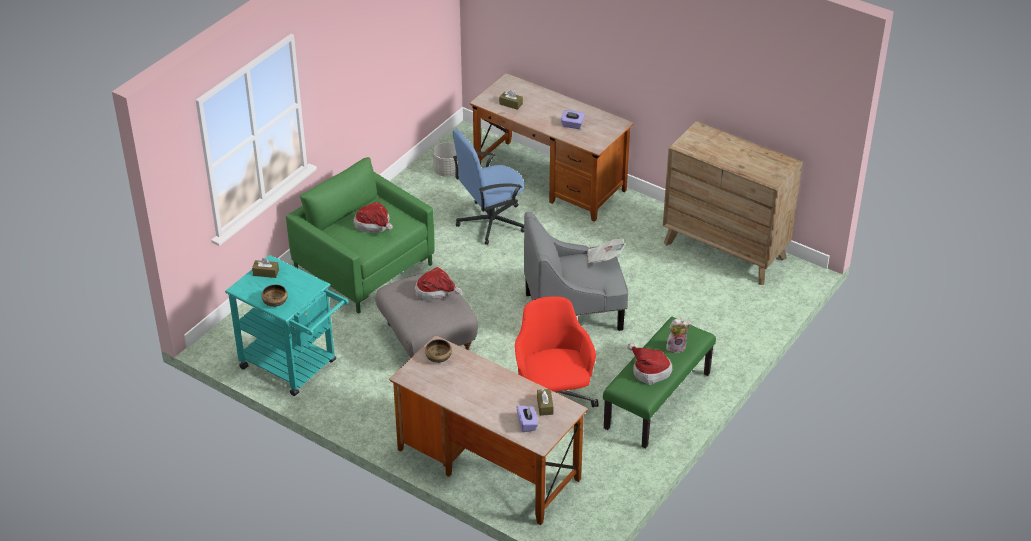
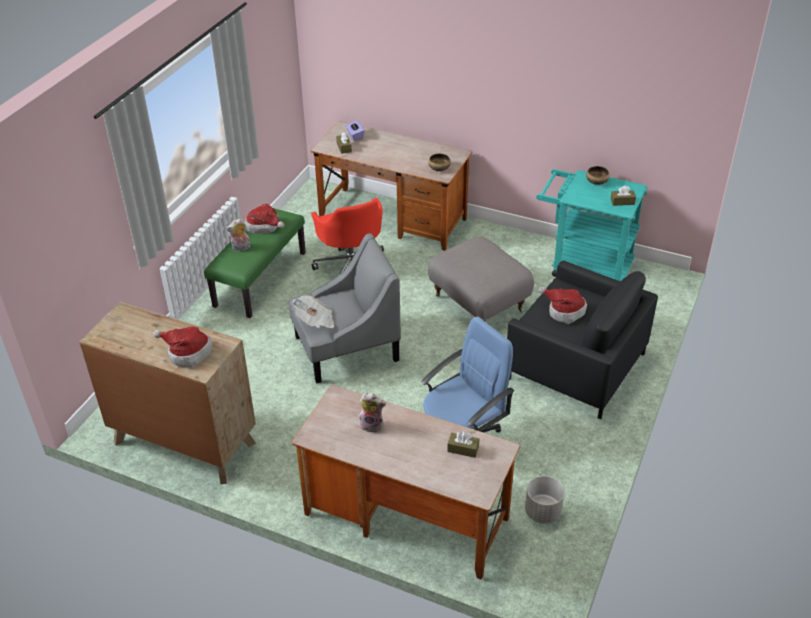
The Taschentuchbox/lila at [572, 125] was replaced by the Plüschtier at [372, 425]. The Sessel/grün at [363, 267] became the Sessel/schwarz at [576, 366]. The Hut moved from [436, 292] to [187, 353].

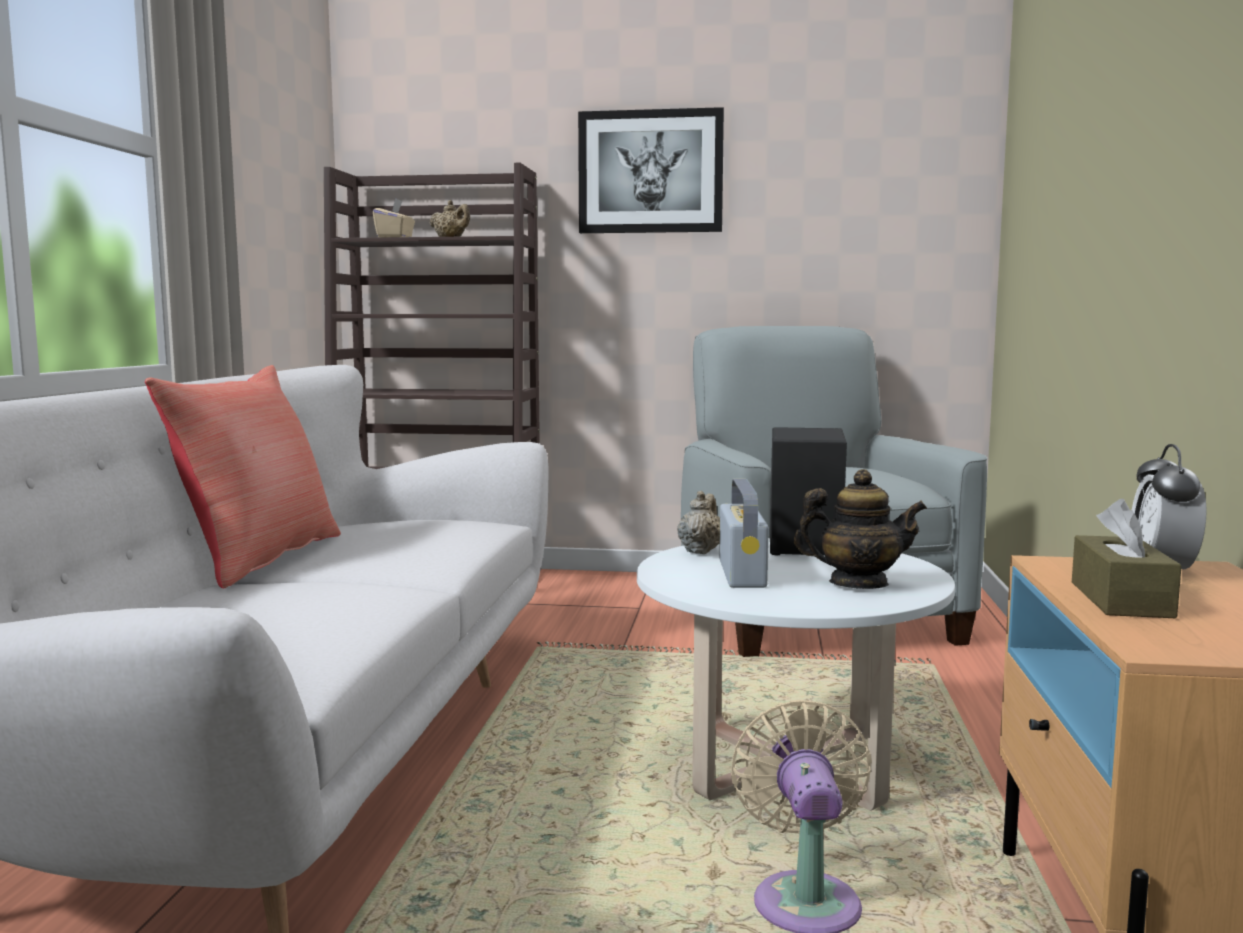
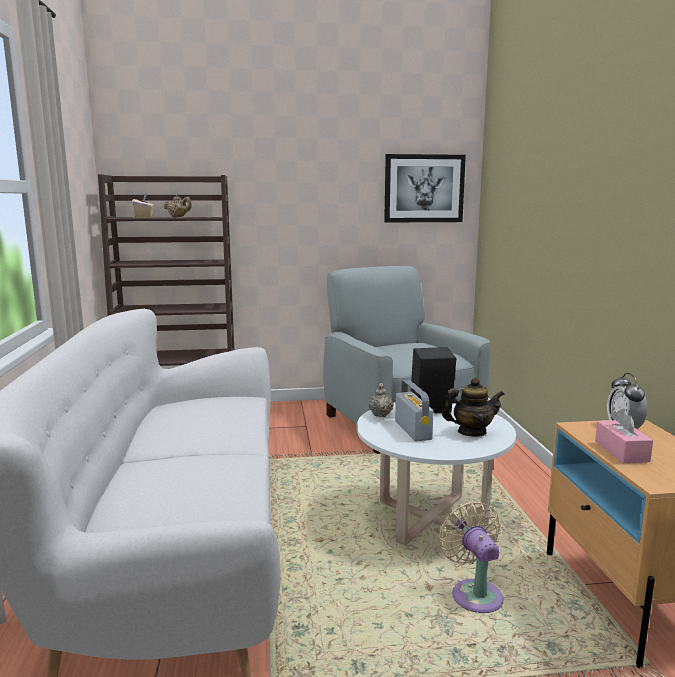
The Bild moved from [650, 172] to [424, 188]. The Kissen/rot at [258, 558] disappeared. The Taschentuchbox/braun at [1121, 599] became the Taschentuchbox/rosa at [621, 451].

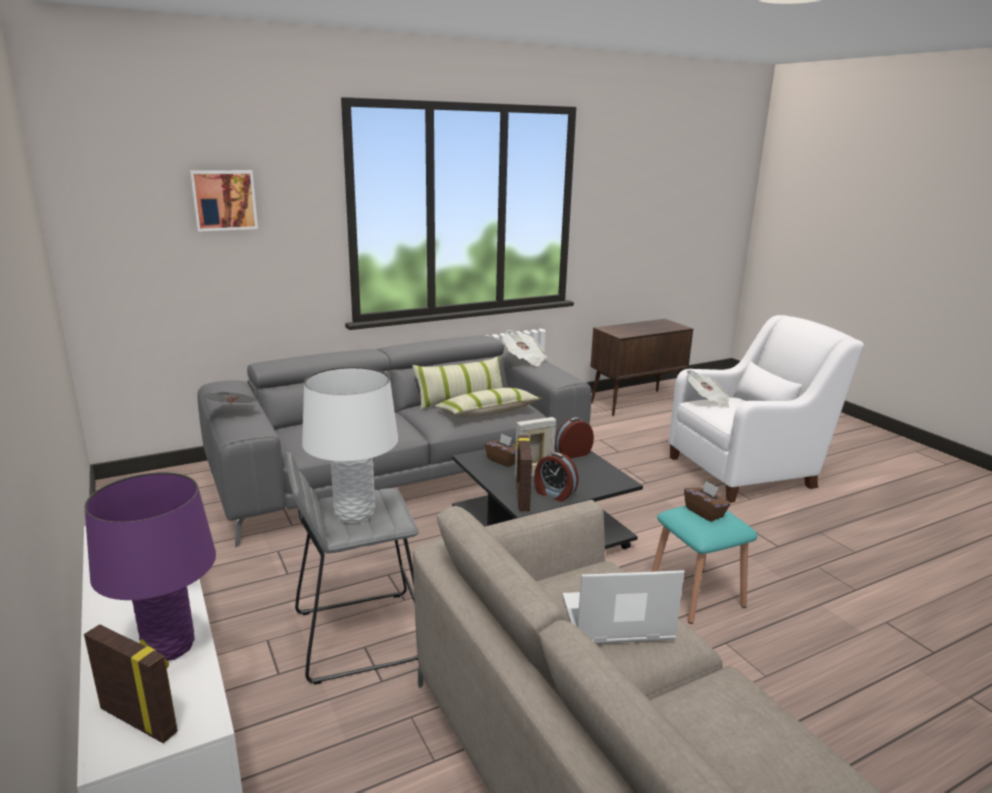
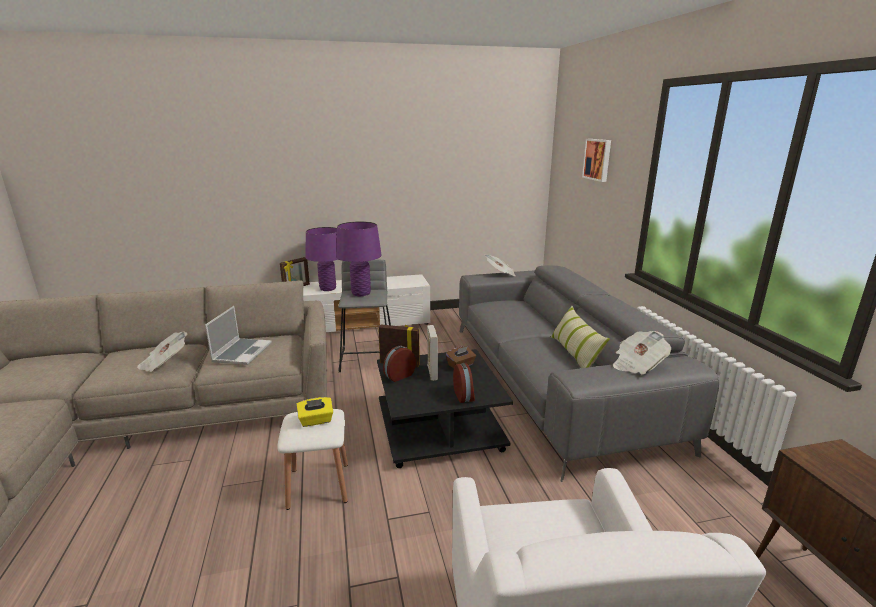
The Tischlampe/weiß at [354, 514] became the Tischlampe/lila at [361, 293]. The Zeitung moved from [707, 400] to [164, 363]. The Kissen at [487, 413] disappeared. The Taschentuchbox/braun at [705, 512] became the Taschentuchbox/gelb at [316, 421]. The Hocker/türkis at [696, 595] became the Hocker/weiß at [318, 485].

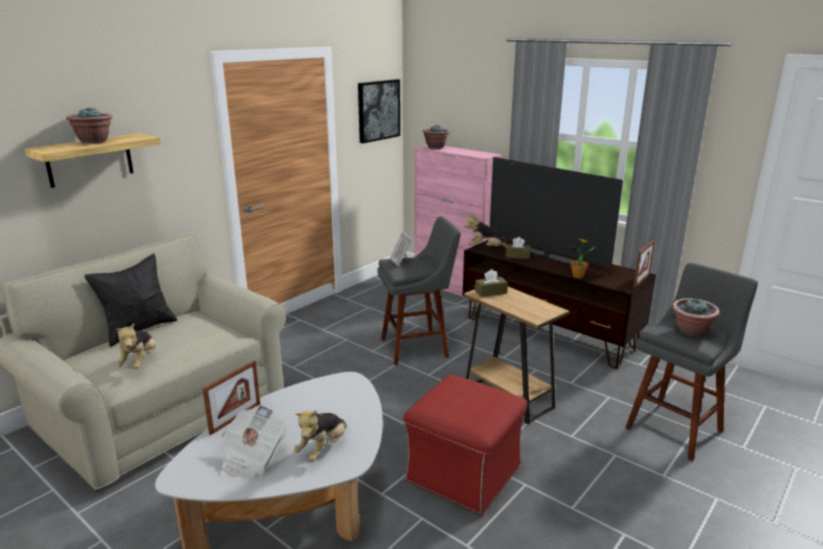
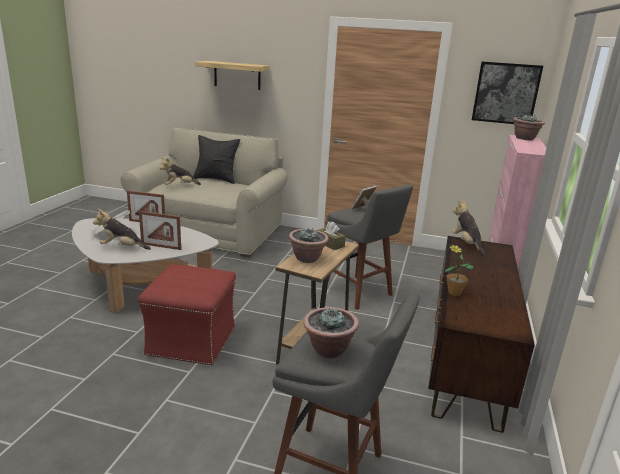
The Topfpflanze moved from [94, 142] to [307, 258]. The Fernseher at [546, 255] disappeared. The Taschentuchbox/braun at [517, 256] disappeared. The Bilderrahmen moved from [641, 280] to [161, 246].

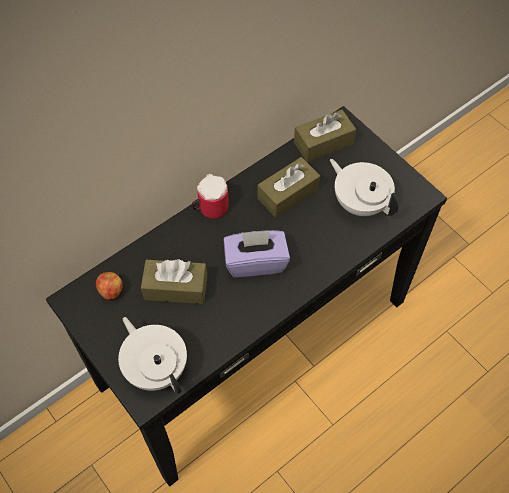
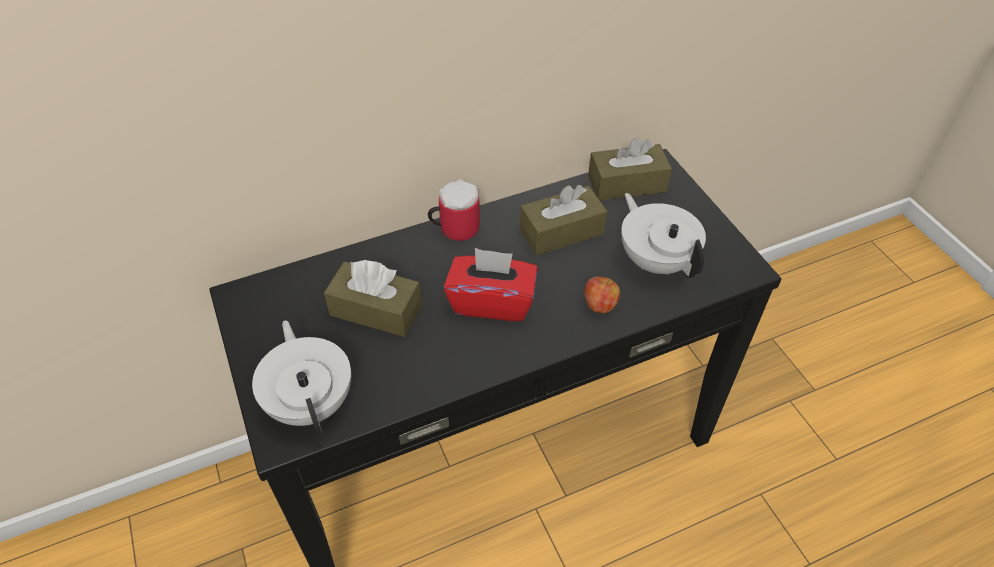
The Taschentuchbox/lila at [256, 262] became the Taschentuchbox/rot at [492, 302]. The Apfel moved from [111, 291] to [599, 305].

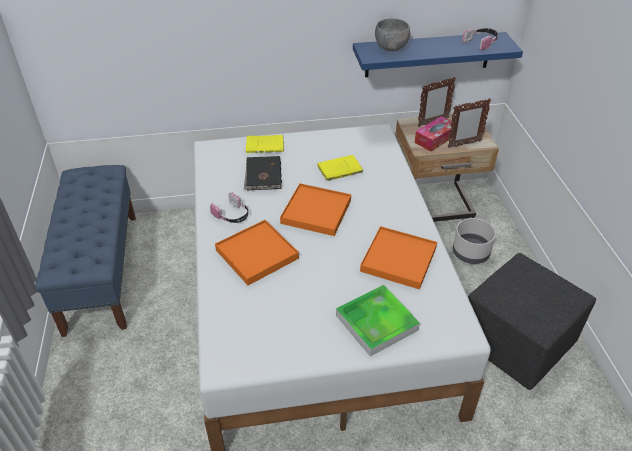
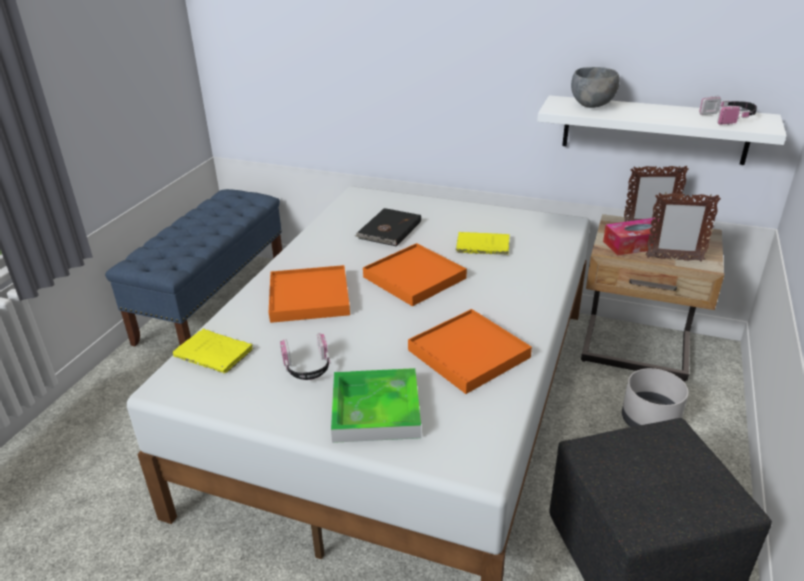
The Wandregal/blau at [428, 54] became the Wandregal/weiß at [654, 129]. The Buch/gelb moved from [266, 145] to [215, 354]. The Kopfhörer moved from [232, 215] to [307, 367].

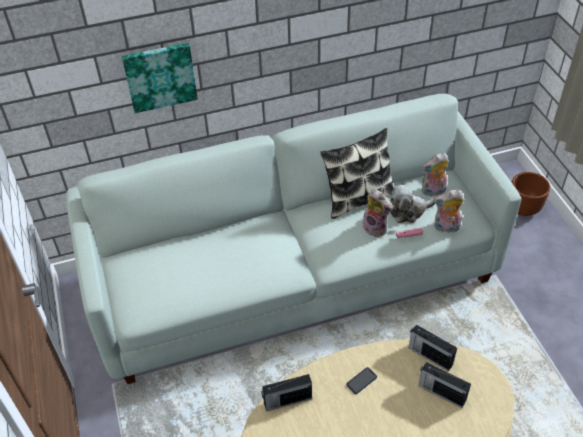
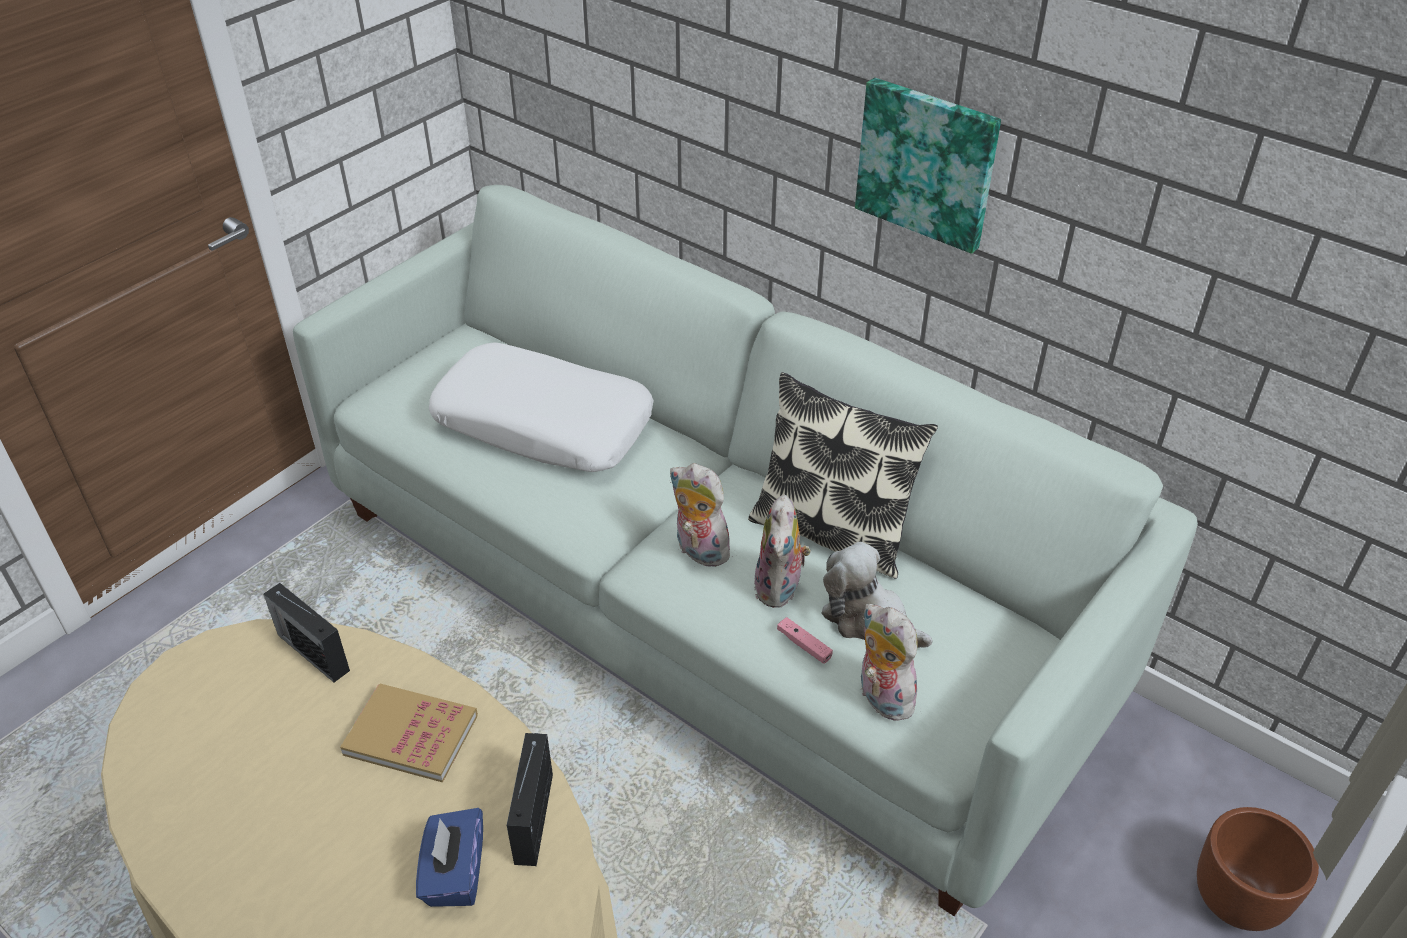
The Bild moved from [160, 76] to [927, 163]. The Plüschtier moved from [433, 192] to [698, 551]. The Radio at [441, 392] was replaced by the Taschentuchbox/blau at [454, 874]. The Handy at [361, 381] was replaced by the Buch at [411, 735]. The Kissen/weiß at [544, 424] appeared.

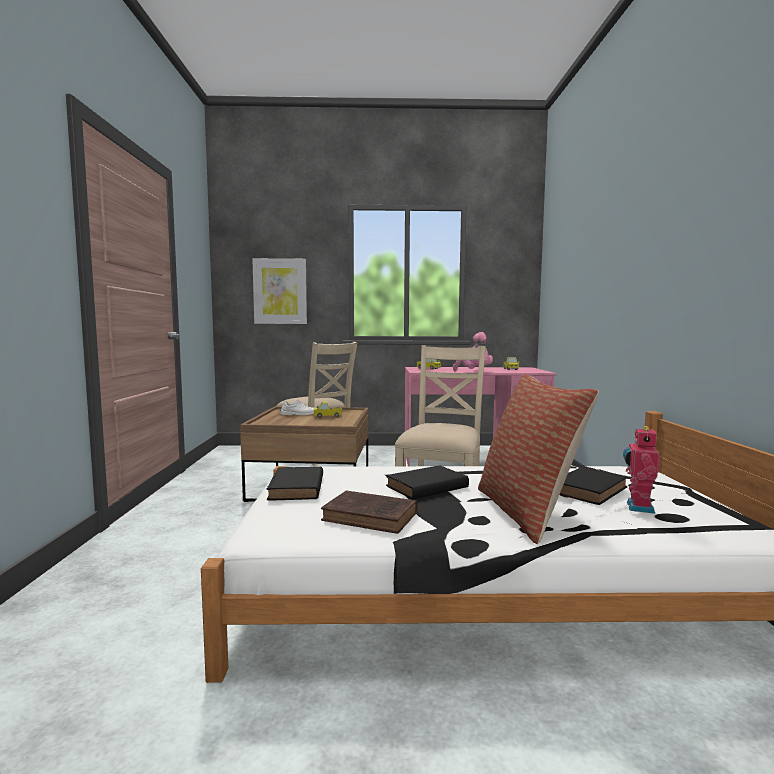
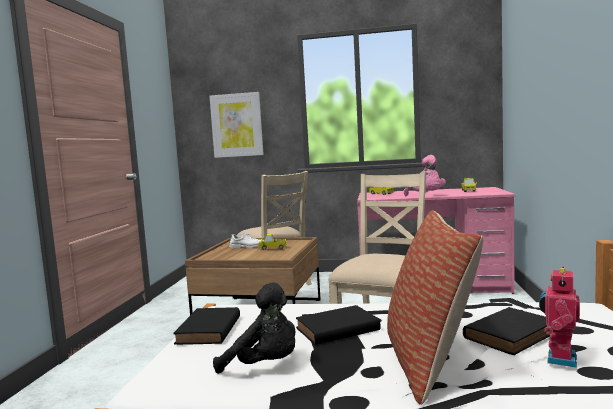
The Buch/braun at [372, 517] was replaced by the Plüschtier/schwarz at [265, 366].

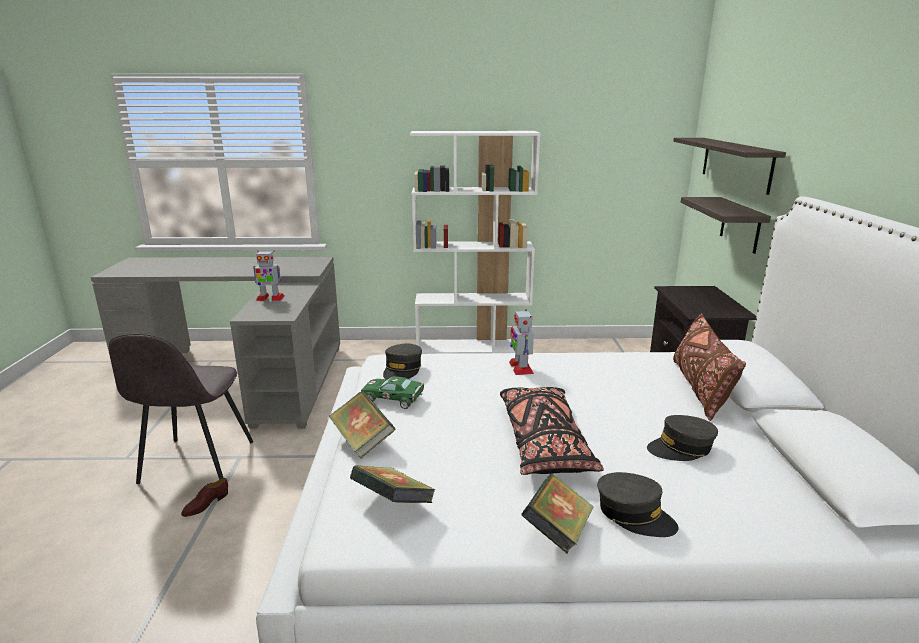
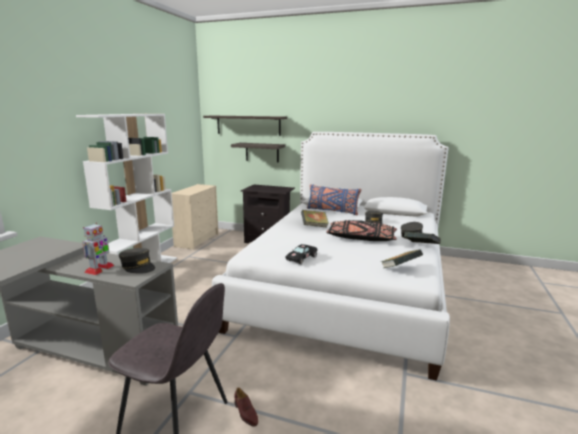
The Spielzeugroboter at [520, 367] disappeared. The Kissen/braun at [700, 388] became the Kissen/blau at [332, 211]. The Kappe/grau moved from [402, 370] to [138, 267]. The Spielzeugauto/grün at [395, 399] became the Spielzeugauto/schwarz at [302, 258]. The Buch moved from [362, 441] to [314, 226]. The Kommode/beige at [197, 240] appeared.

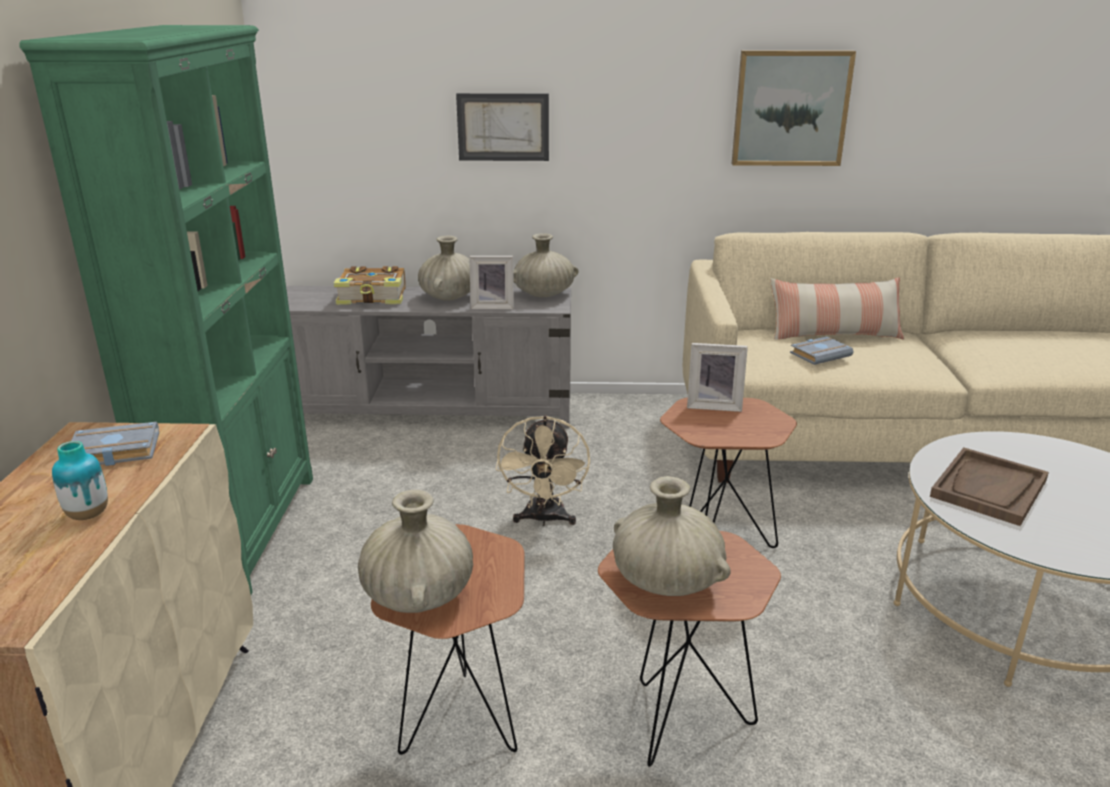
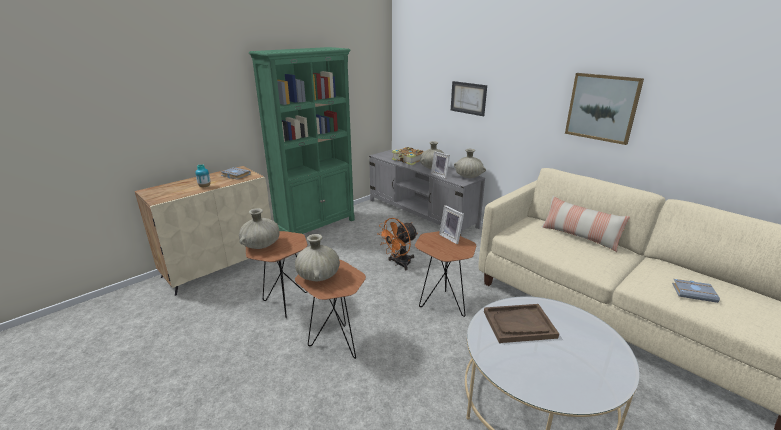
The Buch/grau moved from [820, 354] to [694, 292]. The Ventilator/beige at [544, 519] became the Ventilator/orange at [399, 264].

